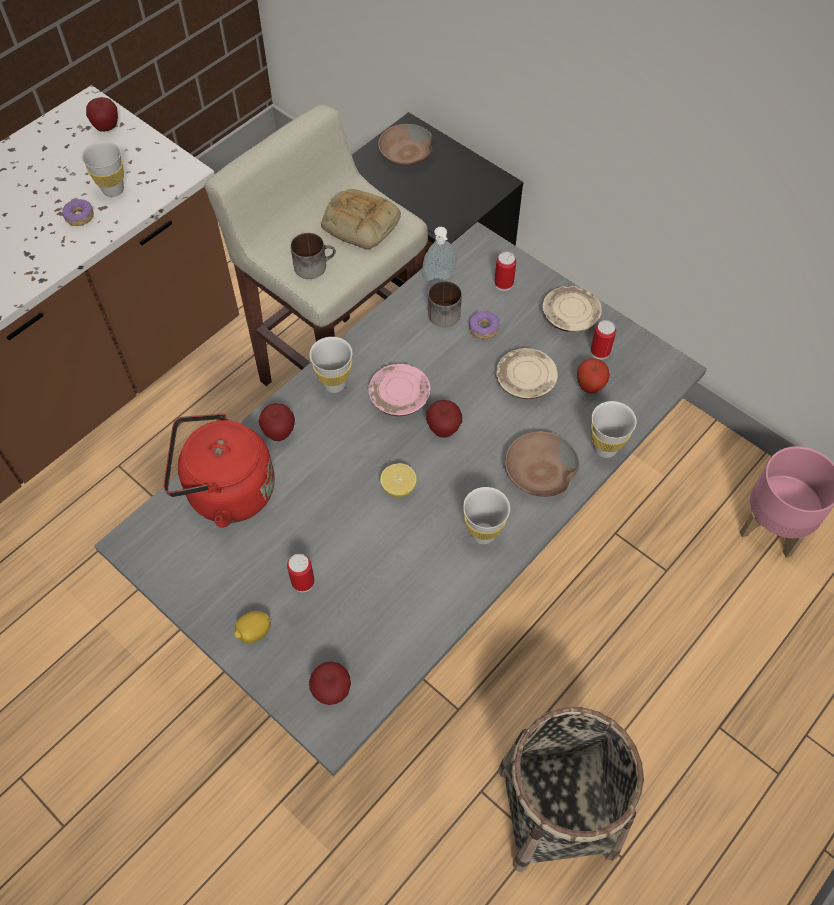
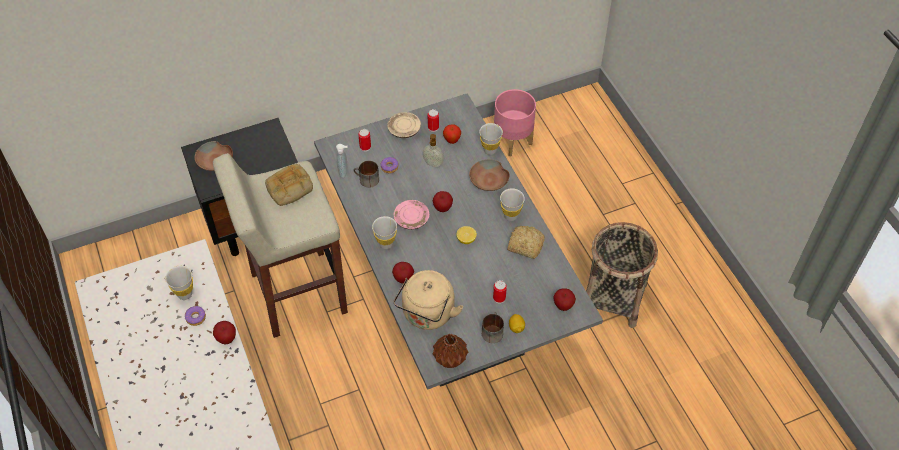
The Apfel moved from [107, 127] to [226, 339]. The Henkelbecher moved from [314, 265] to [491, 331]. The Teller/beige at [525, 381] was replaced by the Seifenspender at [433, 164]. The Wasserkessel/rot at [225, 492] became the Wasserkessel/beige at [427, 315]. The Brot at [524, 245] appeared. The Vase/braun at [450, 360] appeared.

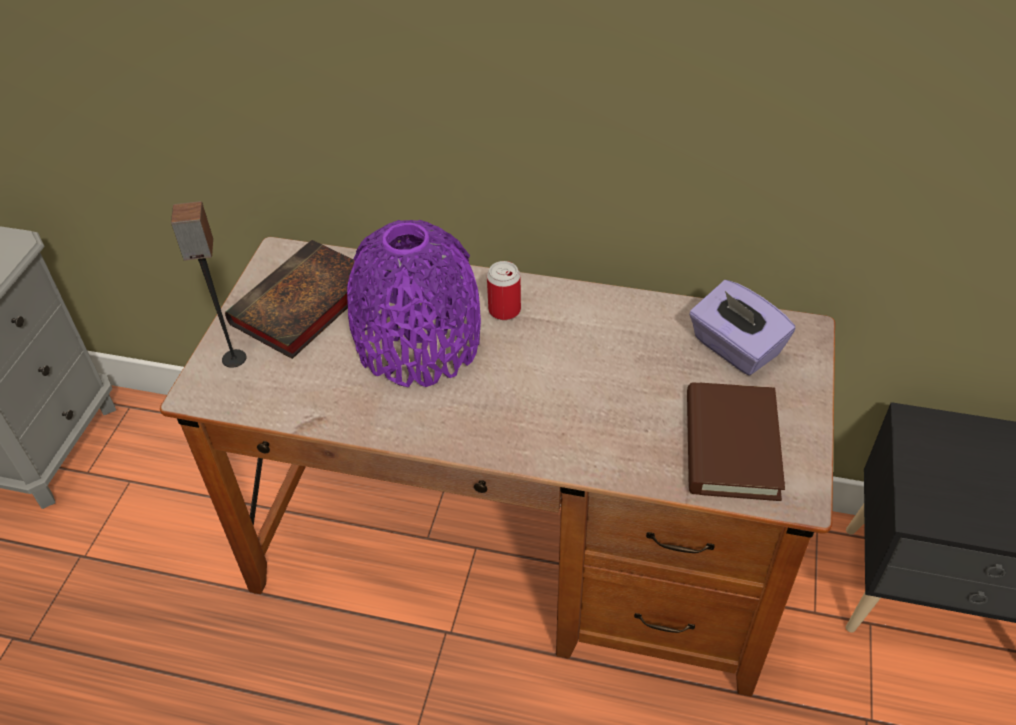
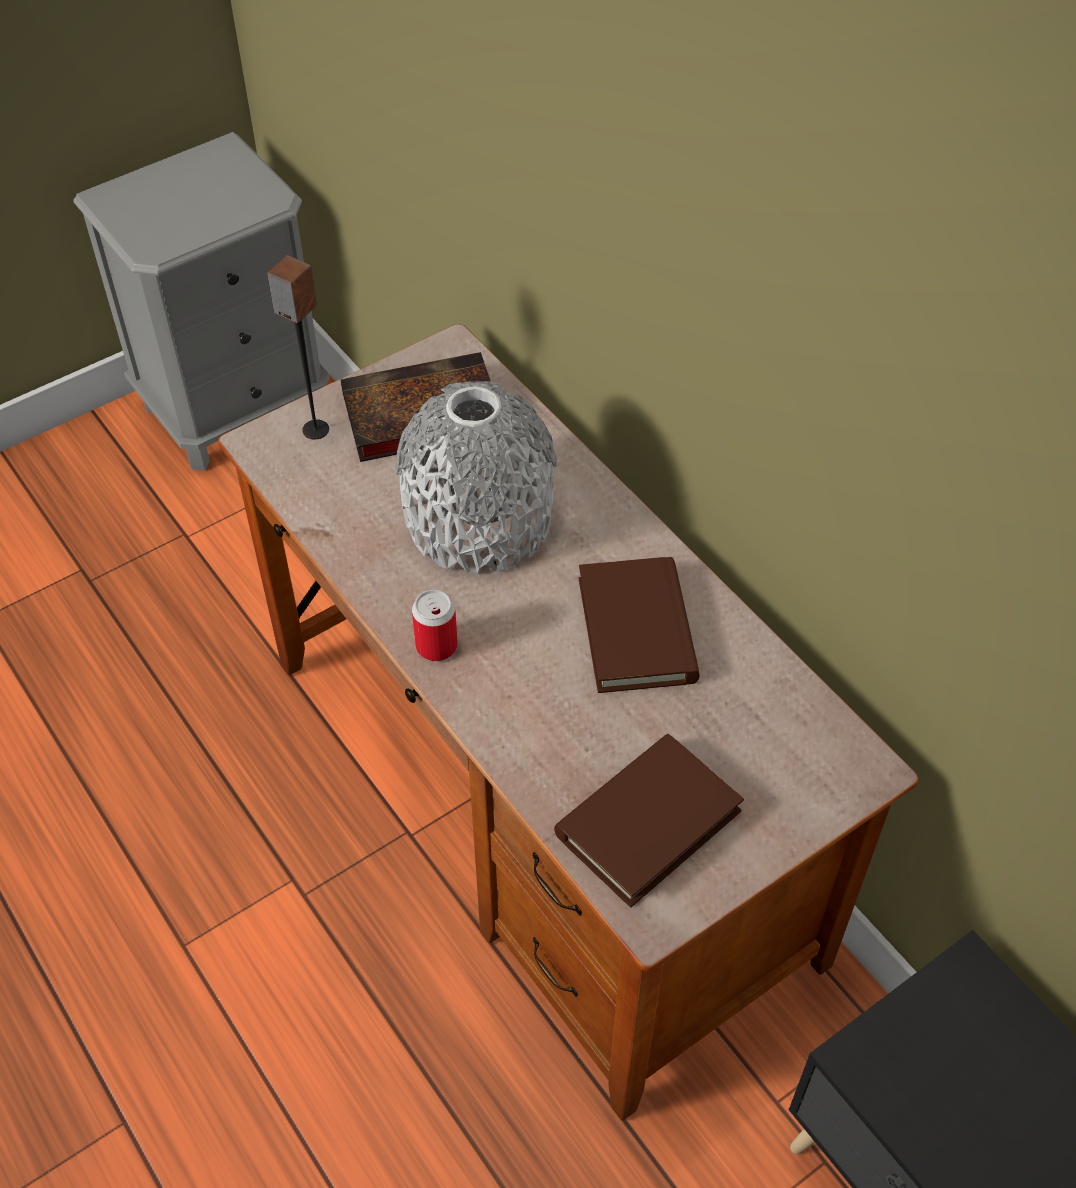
The Vase/lila at [418, 343] became the Vase/grau at [479, 520]. The Dose moved from [504, 310] to [436, 645]. The Taschentuchbox/lila at [734, 348] disappeared. The Buch/braun at [637, 630] appeared.

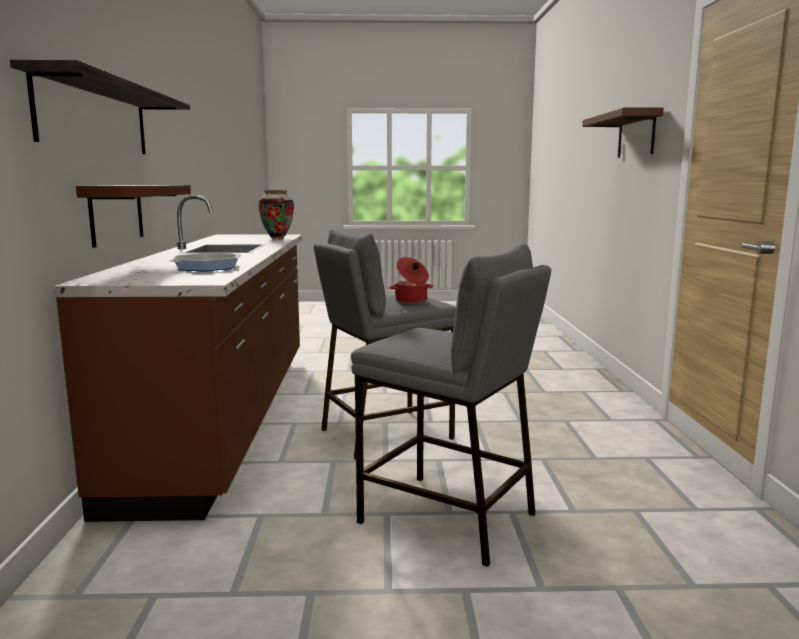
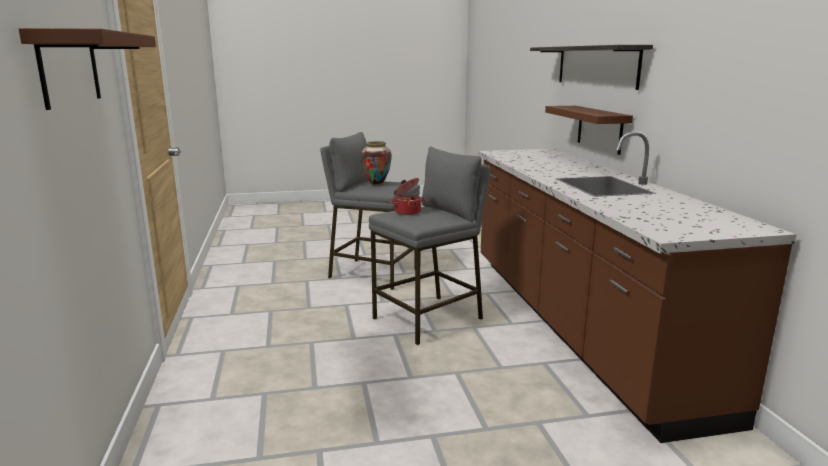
The Vase moved from [277, 238] to [376, 185]. The Pfanne at [207, 267] disappeared.

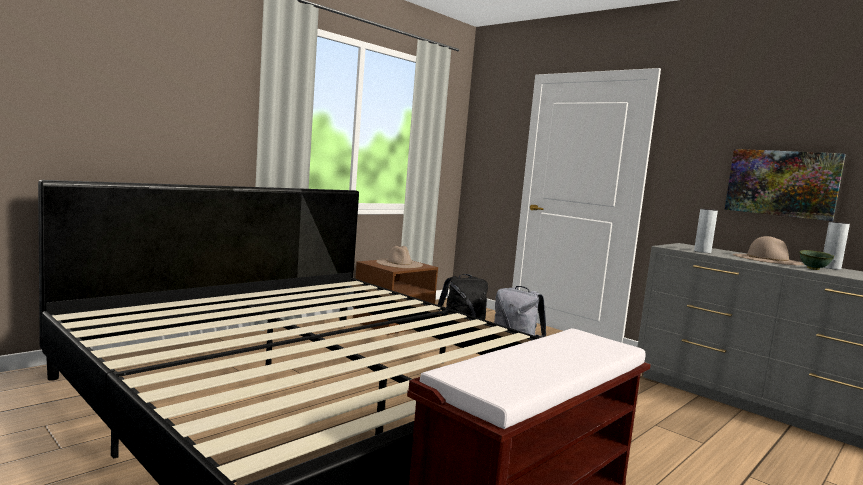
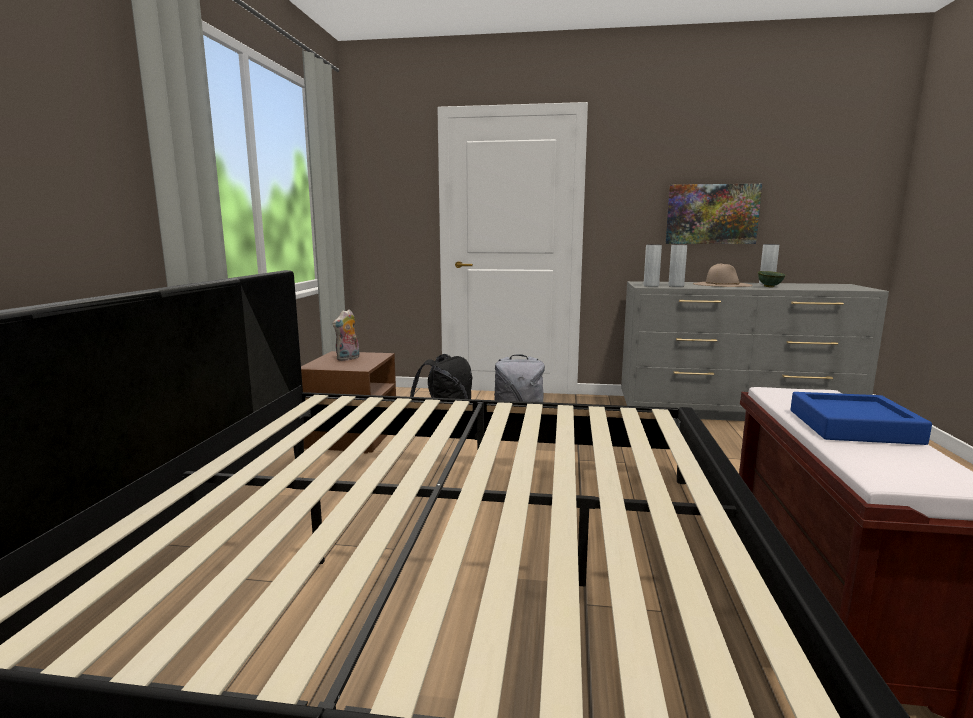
The Hut/beige at [399, 263] was replaced by the Plüschtier at [348, 359]. The Vase/grau at [651, 286] appeared. The Tablett/blau at [853, 426] appeared.

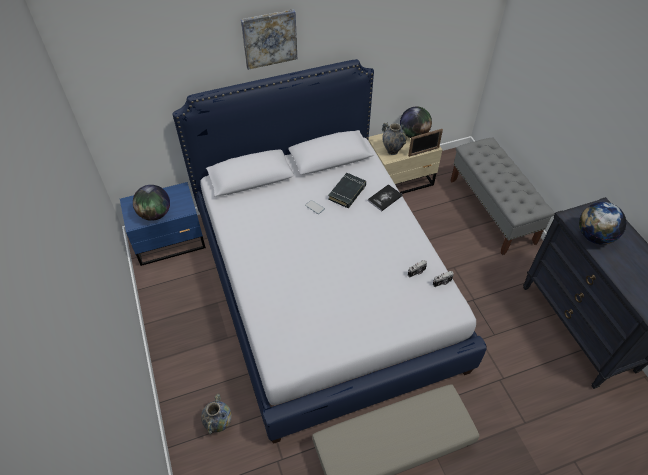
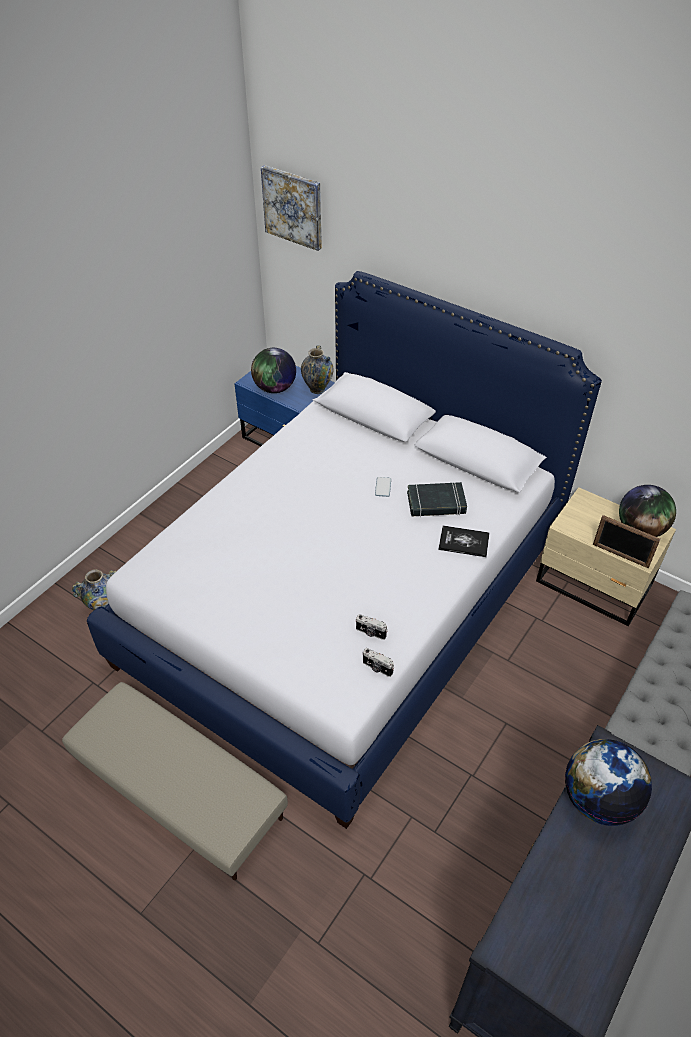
The Bild moved from [269, 38] to [293, 207]. The Vase moved from [392, 151] to [317, 389].

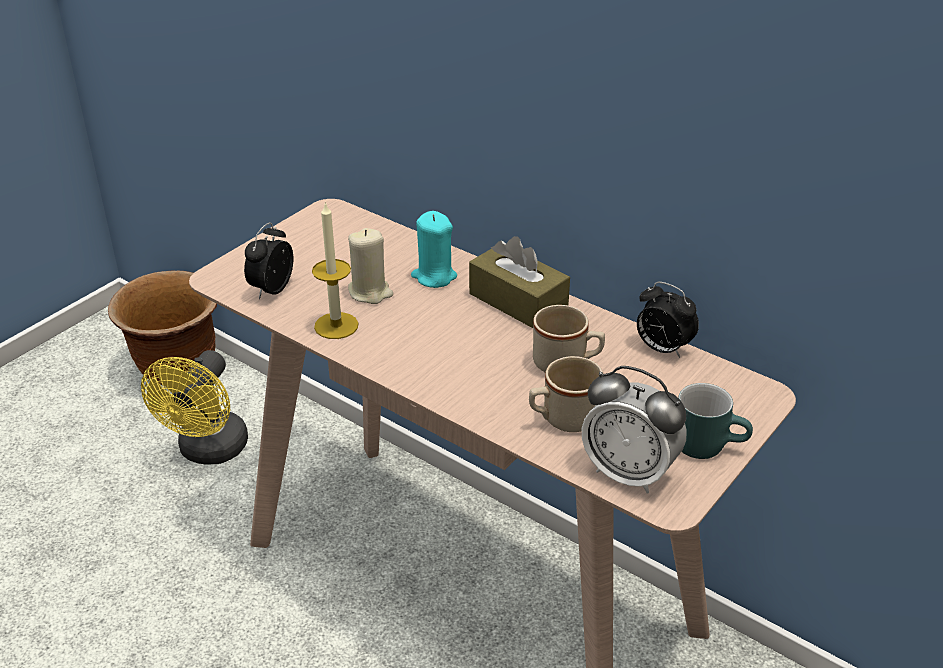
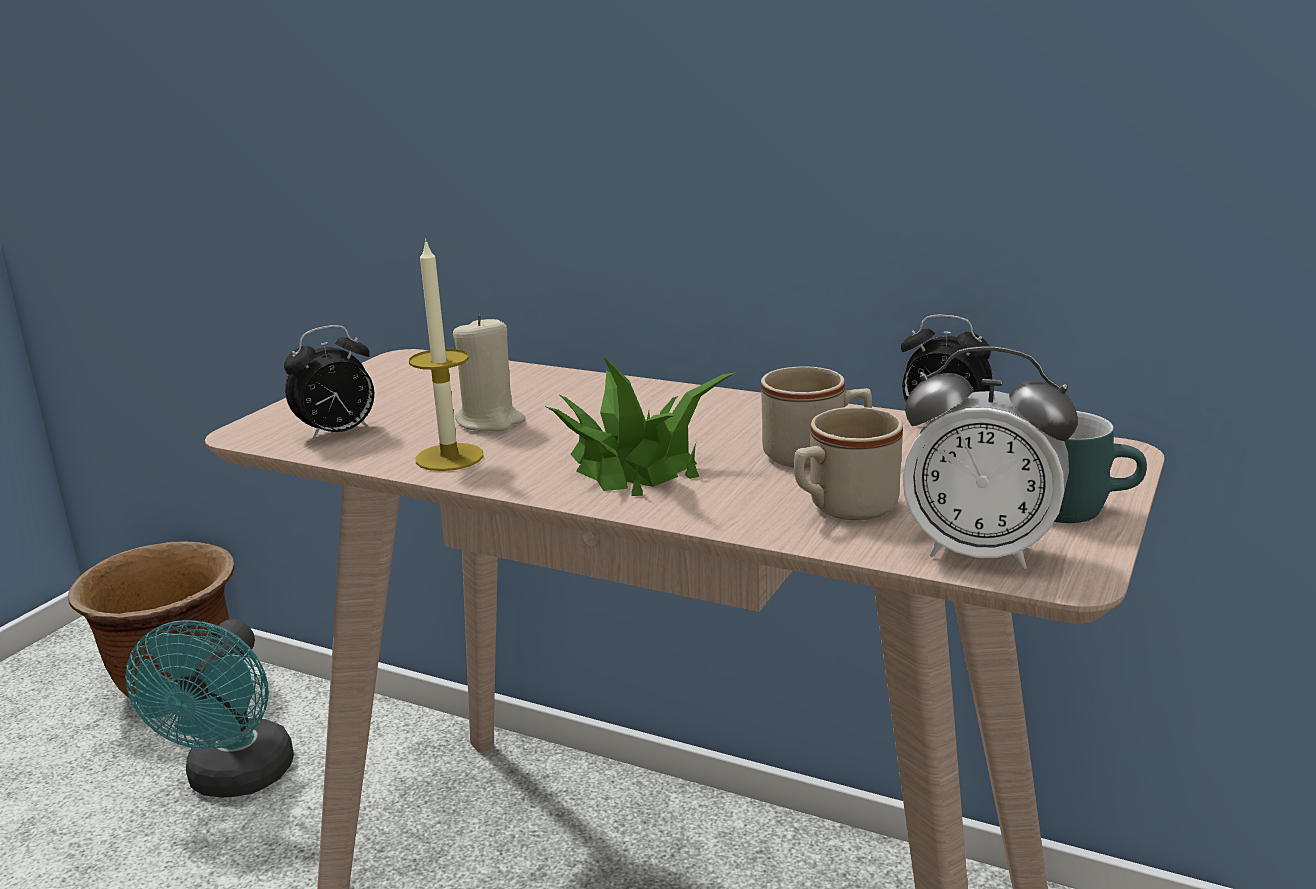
The Kerze/türkis at [434, 276] disappeared. The Wecker at [271, 289] turned 135 degrees counterclockwise. The Taschentuchbox/braun at [518, 302] disappeared. The Ventilator/gelb at [209, 451] became the Ventilator/türkis at [235, 780]. The Topfpflanze at [634, 466] appeared.

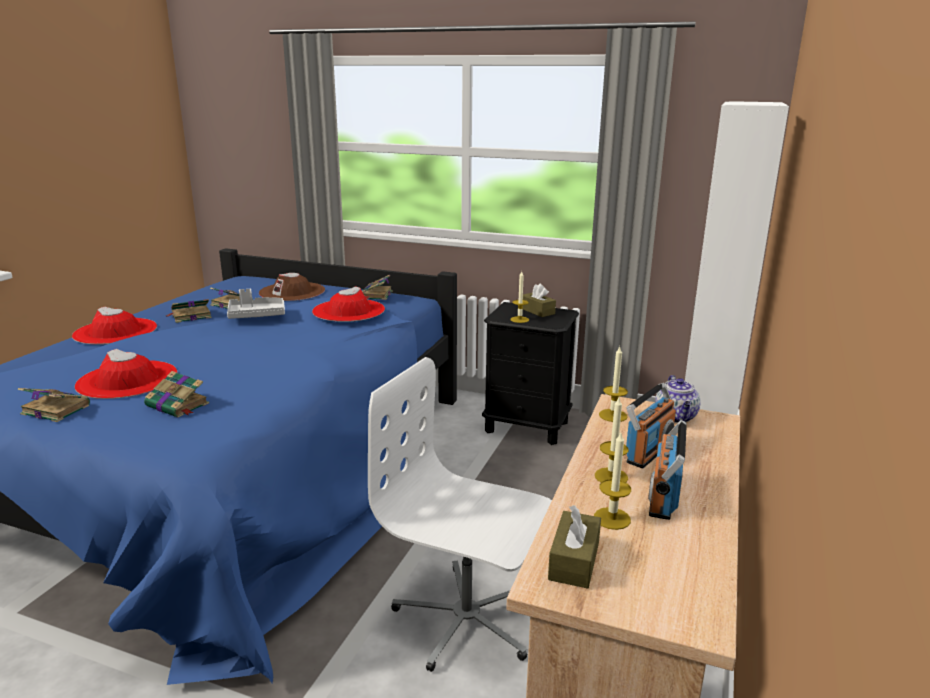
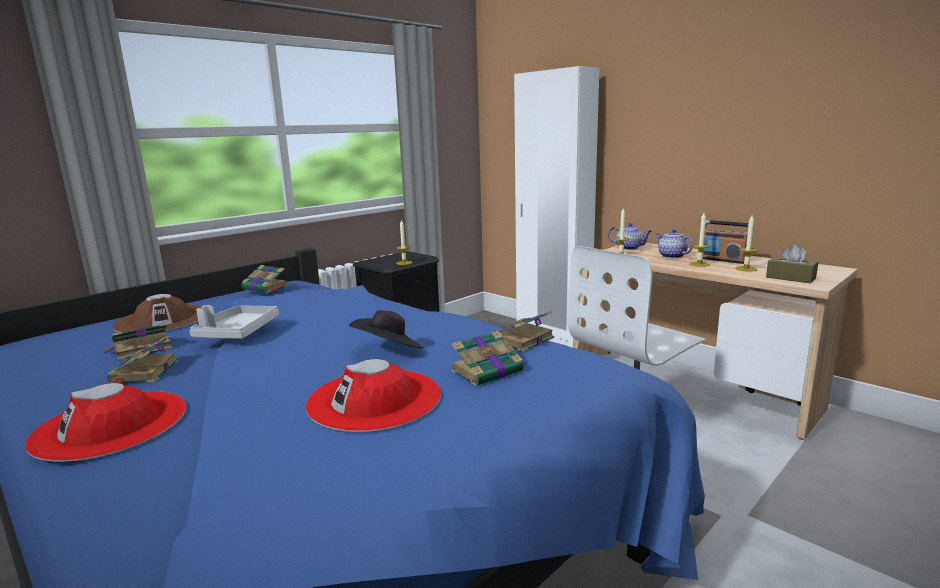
The Taschentuchbox/braun at [537, 311] disappeared. The Hut/rot at [348, 311] disappeared. The Radio at [648, 452] was replaced by the Teekanne at [671, 256]. The Buch moved from [55, 409] to [522, 340]. The Hut/schwarz at [389, 351] appeared.

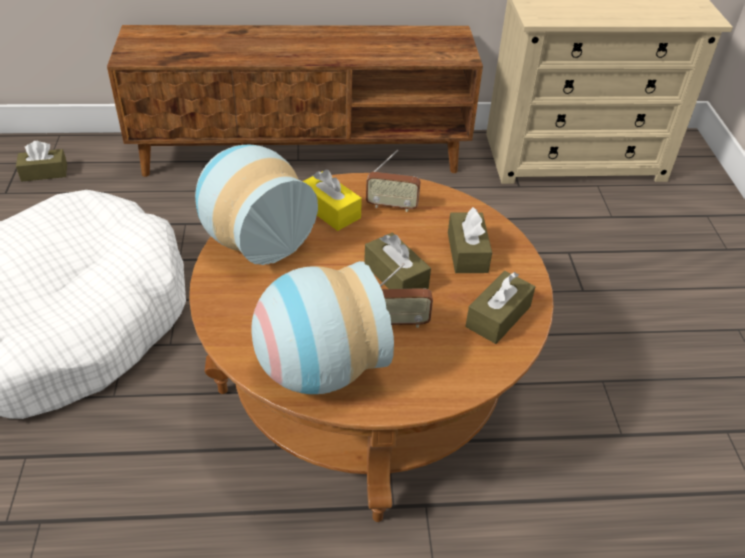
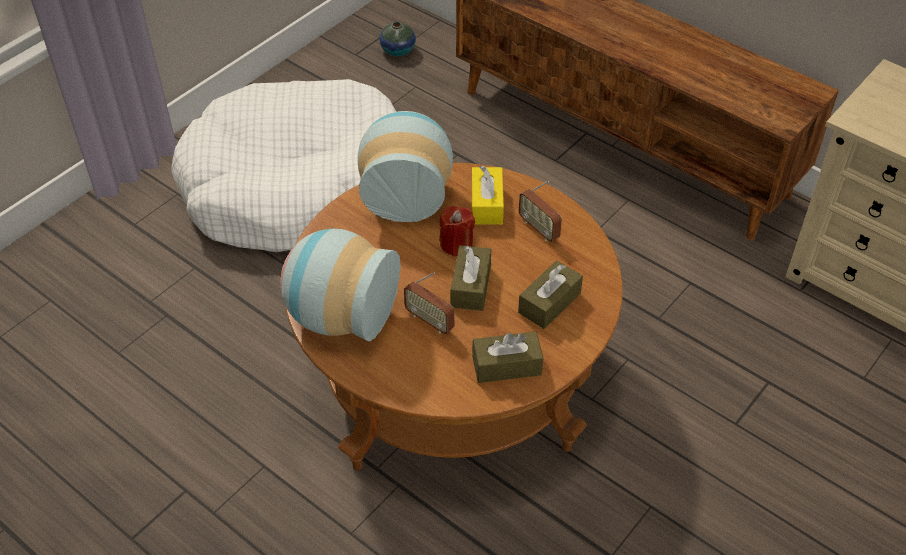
The Taschentuchbox/braun at [44, 172] was replaced by the Vase at [398, 50]. The Kerze/rot at [456, 244] appeared.

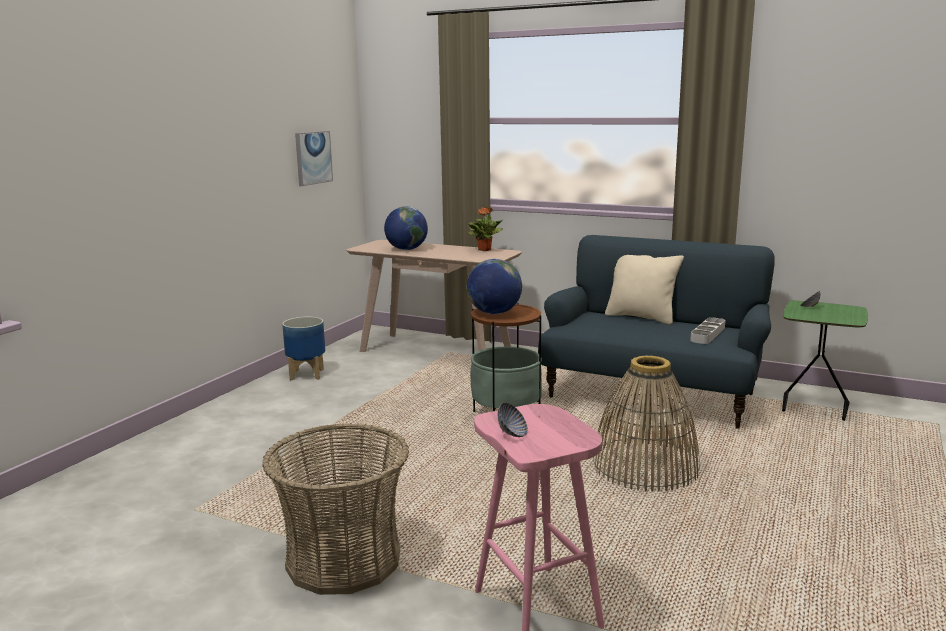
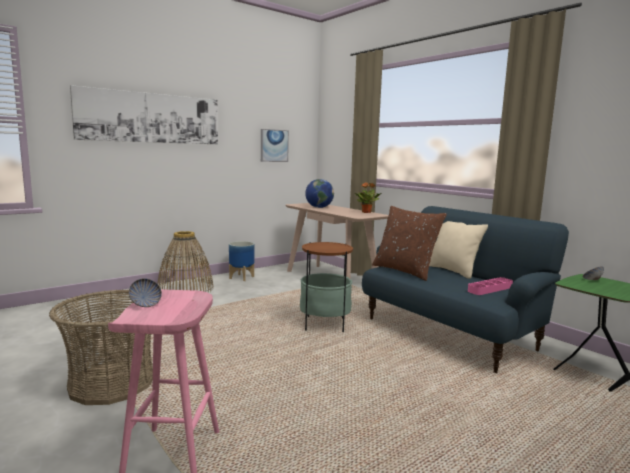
The Globus at [494, 313] disappeared. The Tablett/grau at [708, 334] became the Tablett/rosa at [490, 289]. The Korb moved from [644, 466] to [185, 289]. The Bild at [151, 118] appeared. The Kissen/braun at [405, 271] appeared.

